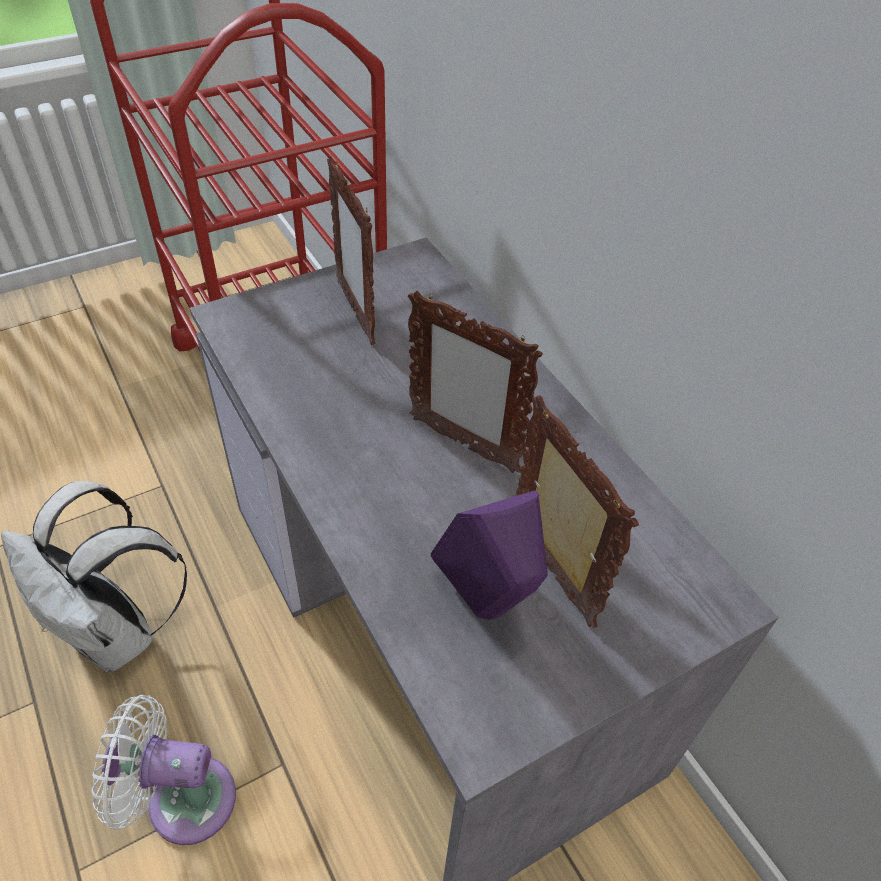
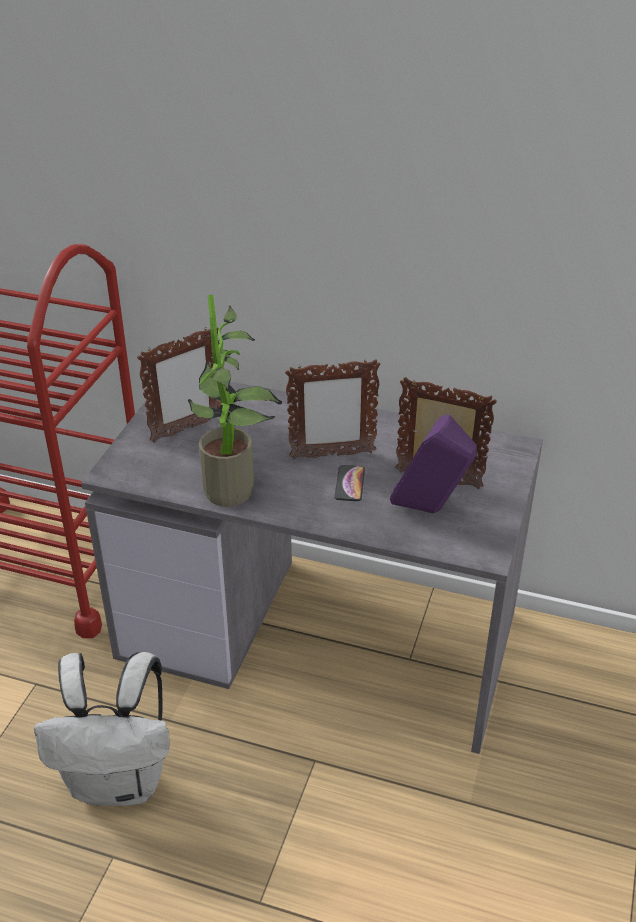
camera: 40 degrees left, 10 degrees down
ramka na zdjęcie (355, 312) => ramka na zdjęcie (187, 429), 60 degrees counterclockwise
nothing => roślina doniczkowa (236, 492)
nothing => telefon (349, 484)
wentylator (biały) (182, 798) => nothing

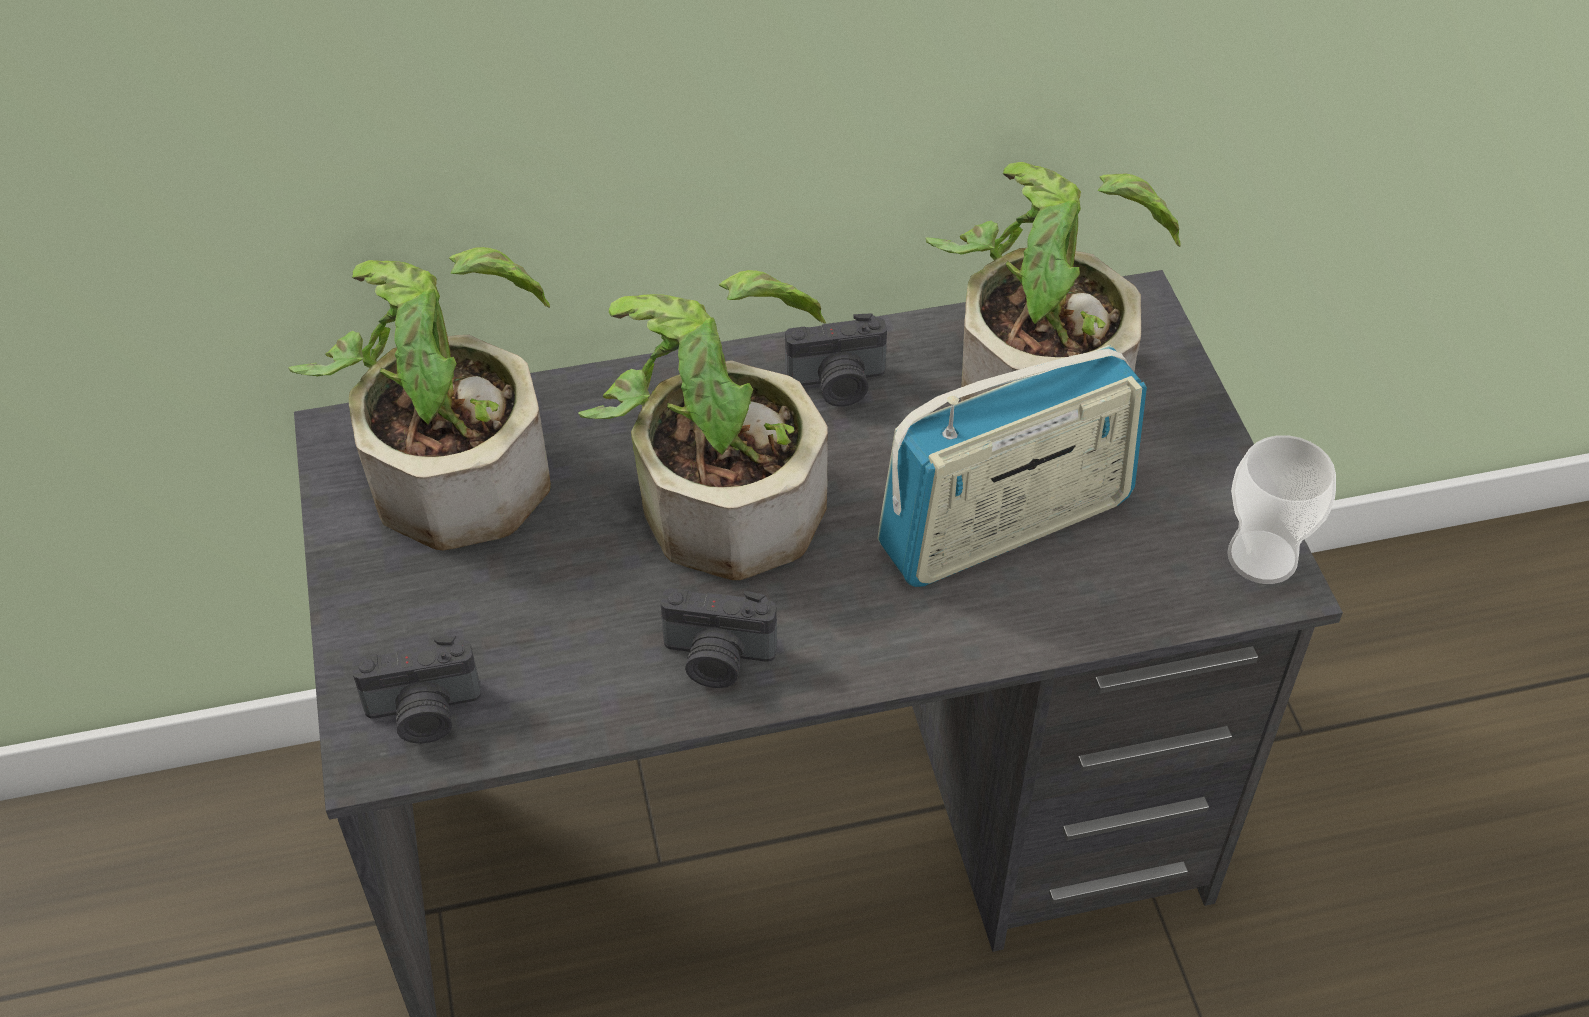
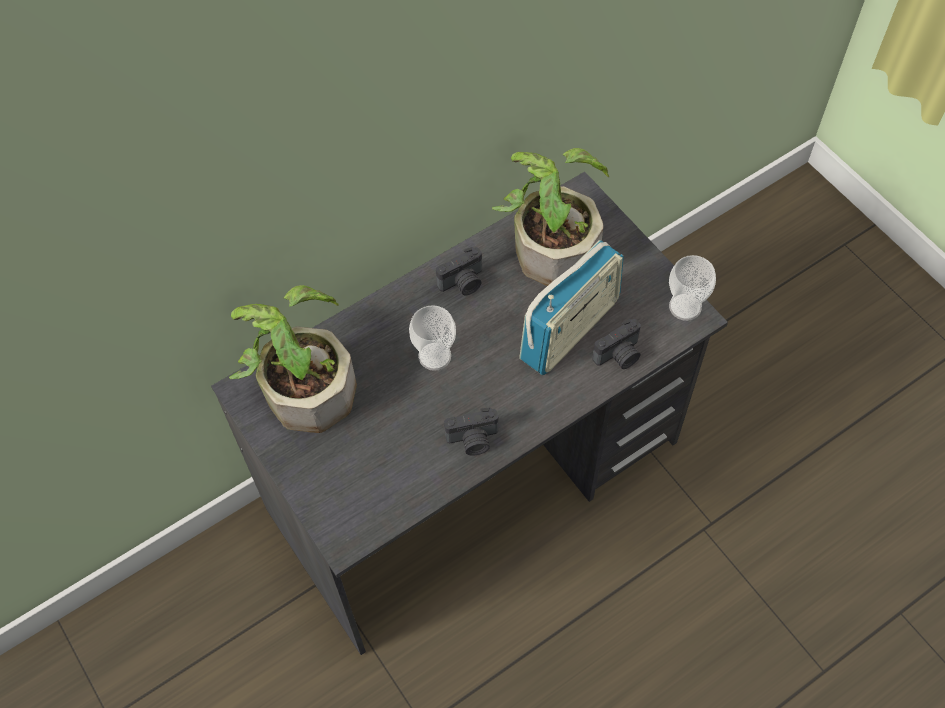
camera: 20 degrees left, 10 degrees up
roślina doniczkowa (720, 489) => filiżanka (434, 356)
aparat fotograficzny (424, 713) => aparat fotograficzny (619, 355), relocated

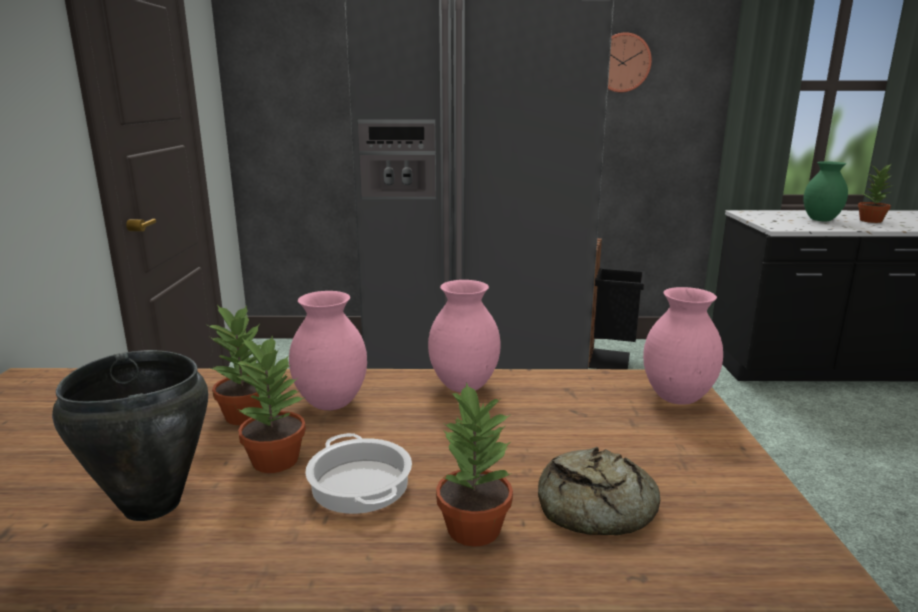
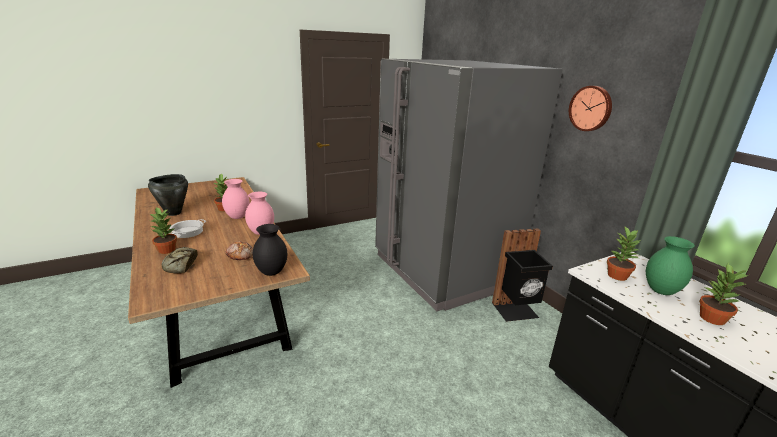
camera: 60 degrees right, 5 degrees up
nothing => chleb (240, 255)
wazon (różowy) (675, 398) => wazon (czarny) (271, 272)
roślina doniczkowa (275, 459) => roślina doniczkowa (617, 275), relocated

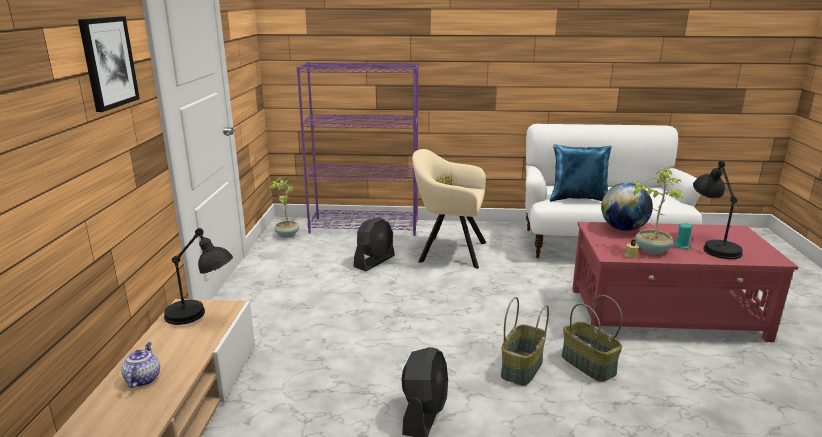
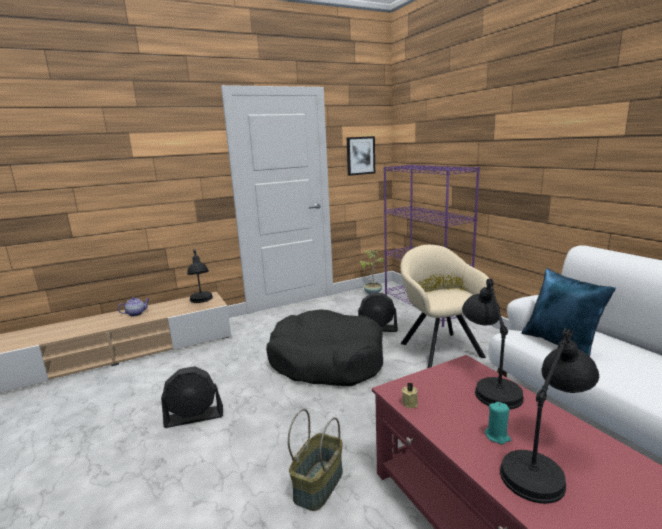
camera: 60 degrees right, 5 degrees down
nothing => legowisko (czarny) (326, 361)
obraz (108, 62) => obraz (360, 155), relocated
globus (623, 229) => lampa stołowa (czarny) (488, 384)
koszyk (522, 369) => nothing
roślina doniczkowa (651, 249) => nothing

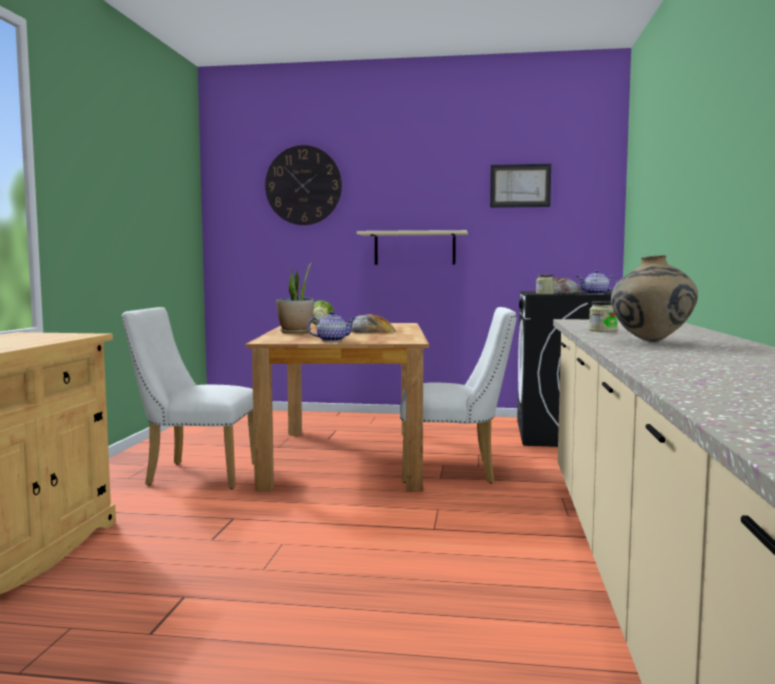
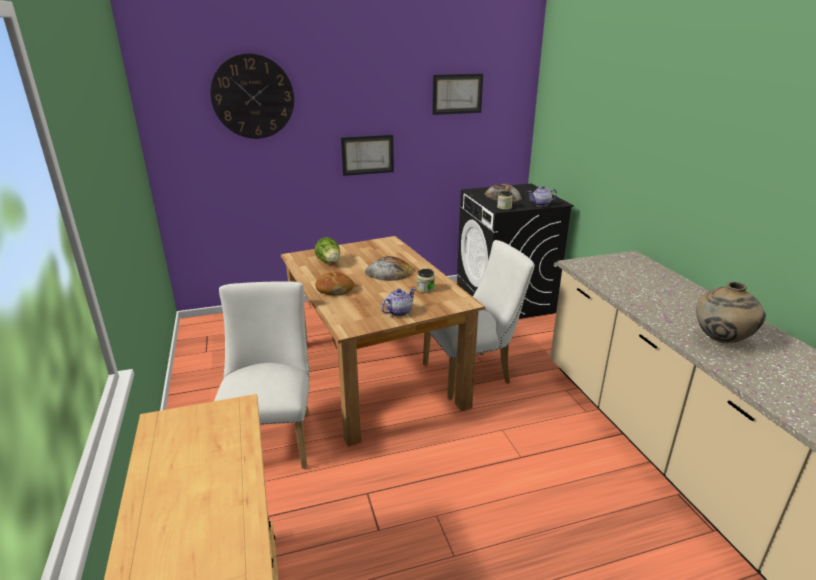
camera: 25 degrees left, 20 degrees up
krzesło (biały) (194, 474) => krzesło (biały) (273, 436), 105 degrees clockwise
roślina doniczkowa (295, 332) => chleb (334, 289)
półka (beżowy) (414, 248) => obraz (367, 155)
słoik (603, 330) => słoik (425, 289), relocated

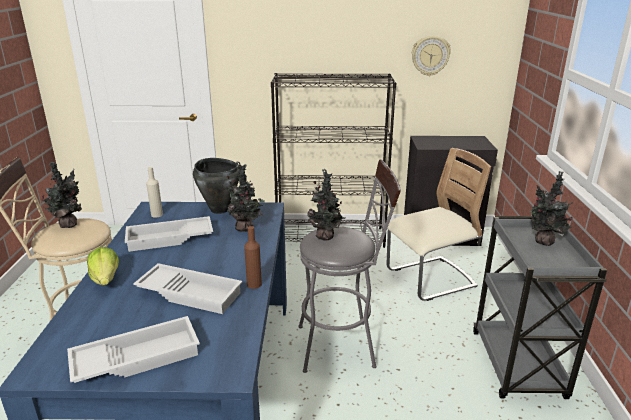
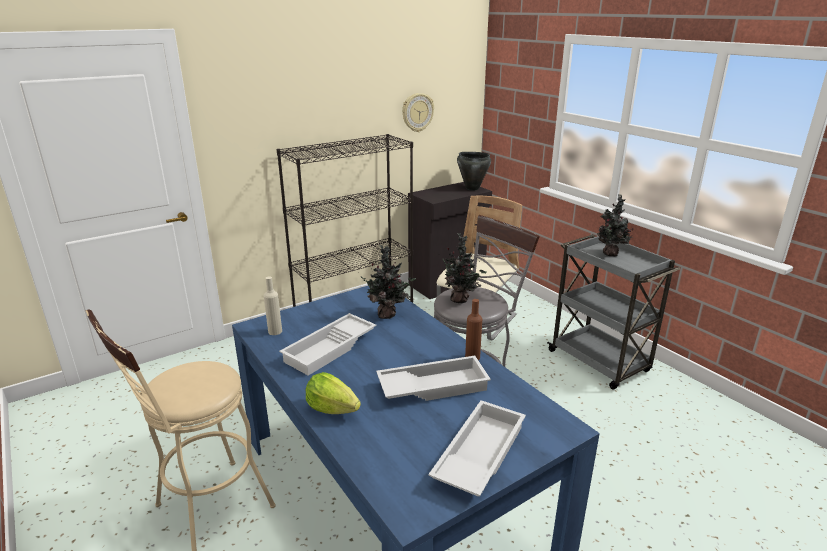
camera: 35 degrees left, 0 degrees up
garnek (czarny) (219, 209) => garnek (czarny) (472, 188), relocated
roślina doniczkowa (69, 224) => nothing

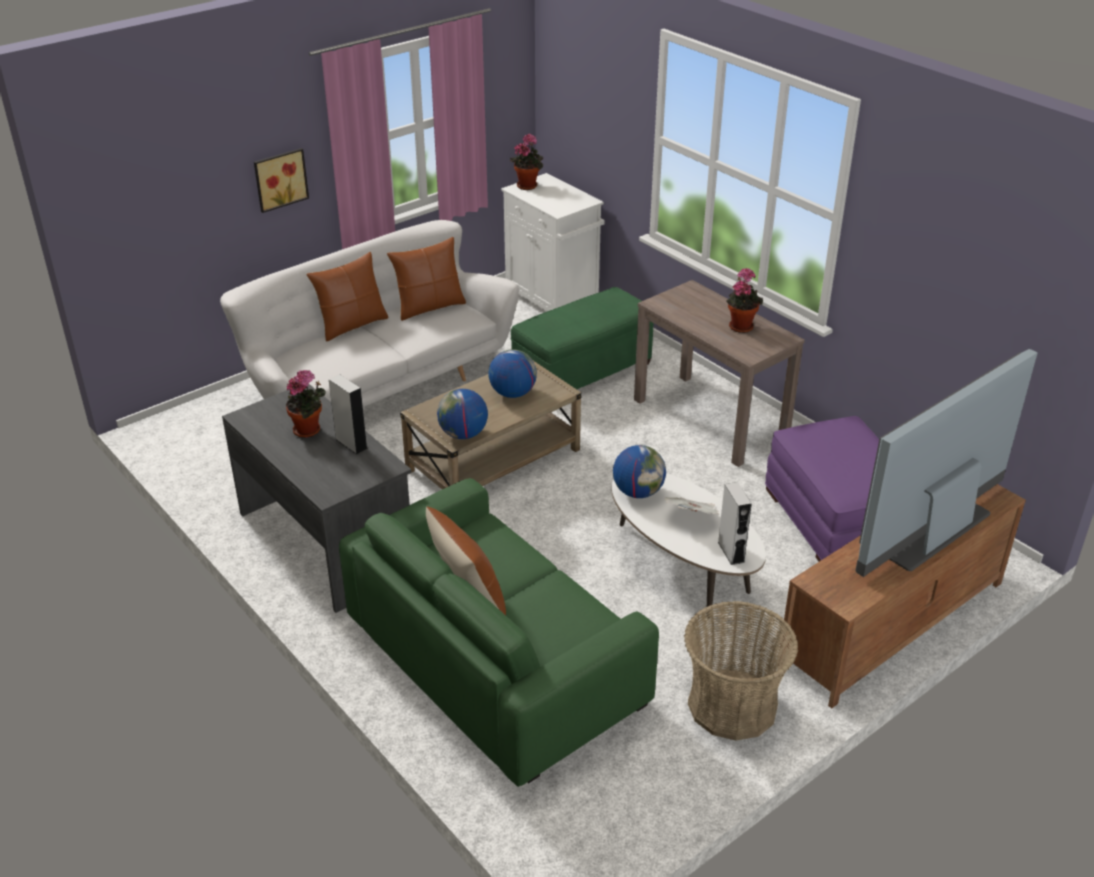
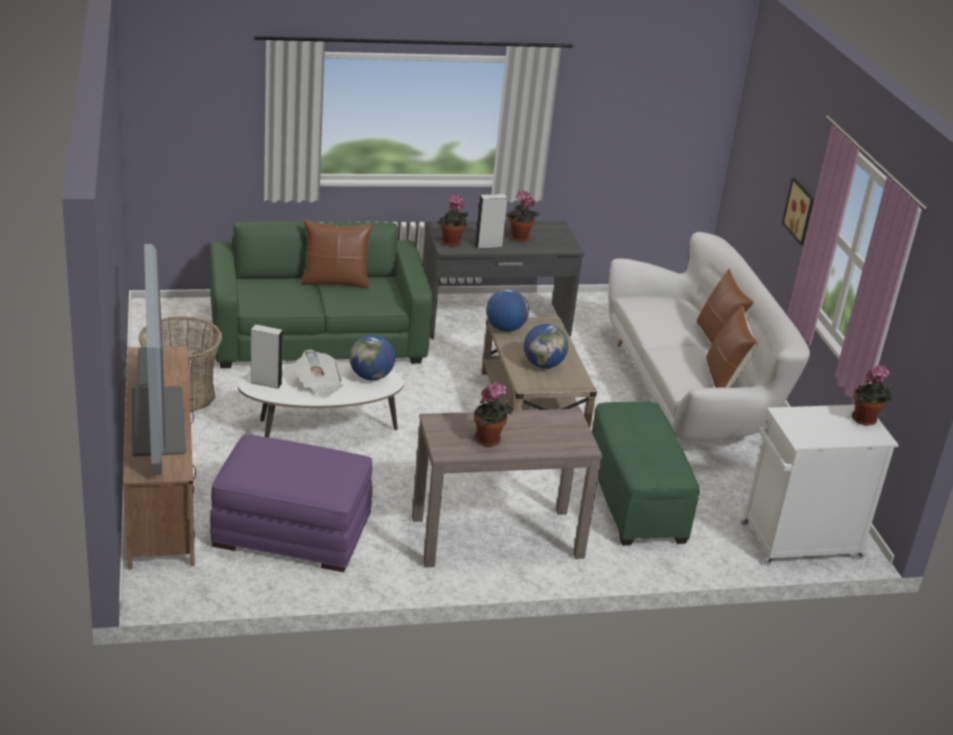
camera: 115 degrees right, 5 degrees down
nothing => roślina doniczkowa (451, 243)

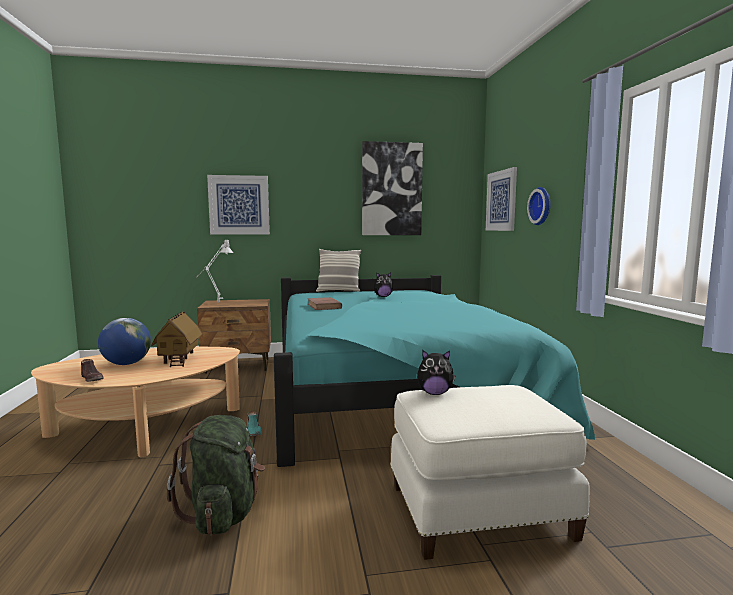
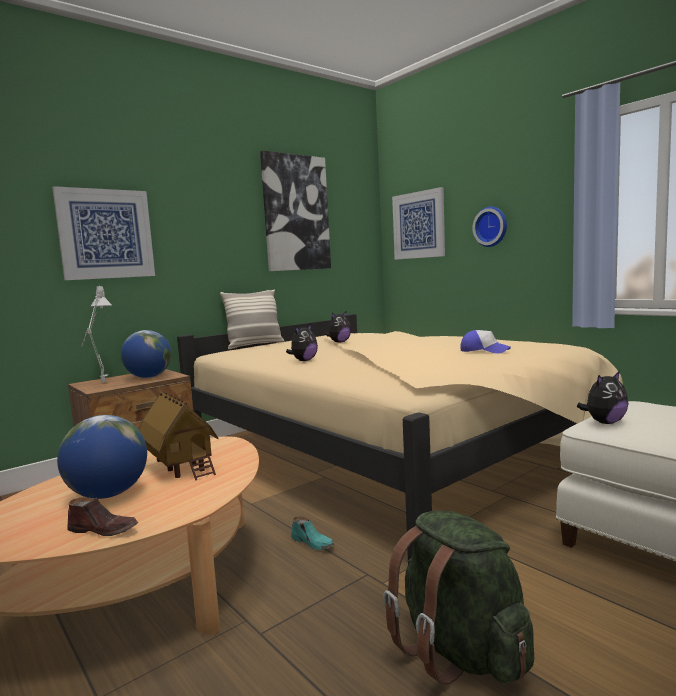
camera: 30 degrees left, 0 degrees up
nothing => globus (149, 377)
łóżko (turkusowy) (394, 392) => łóżko (beżowy) (390, 453)
książka (brązowy) (324, 306) => pluszak (304, 361)
nothing => czapka z daszkiem (484, 351)

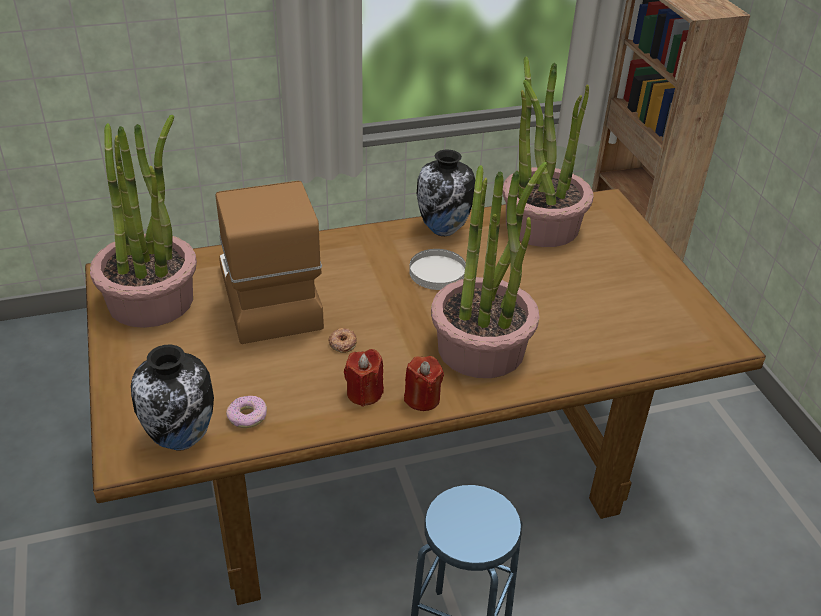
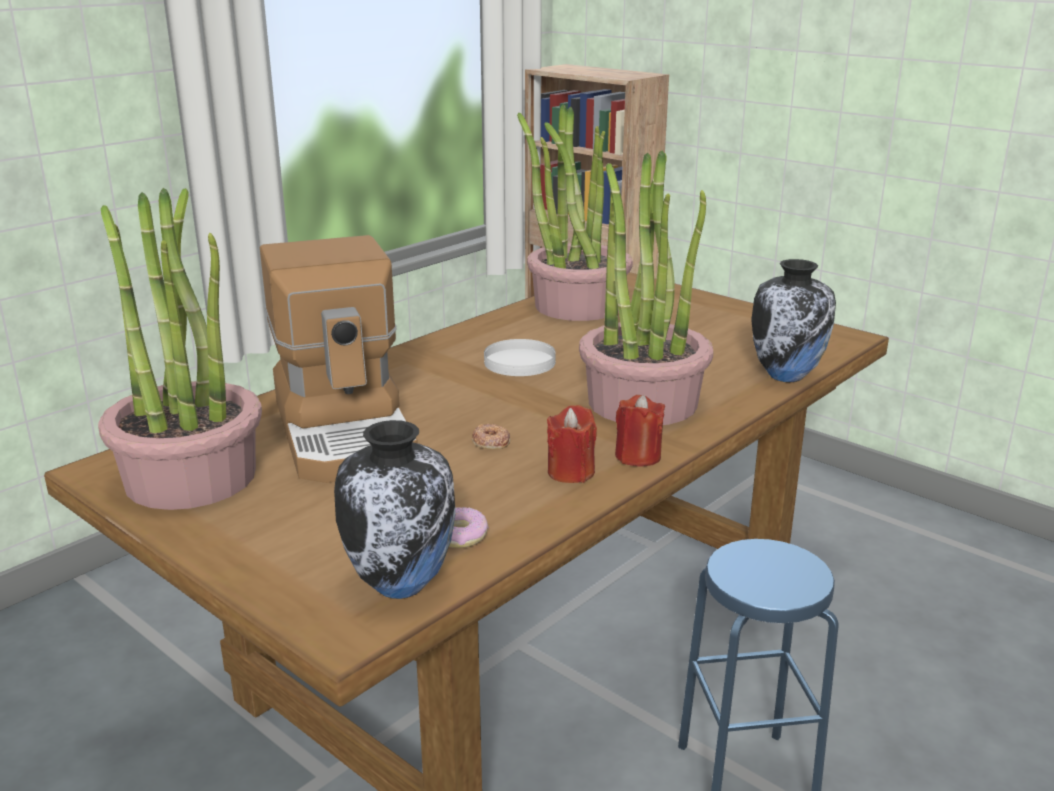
camera: 30 degrees left, 15 degrees down
ekspres do kawy (267, 296) => ekspres do kawy (347, 431), 150 degrees counterclockwise
wazon (443, 230) => wazon (787, 376), relocated

